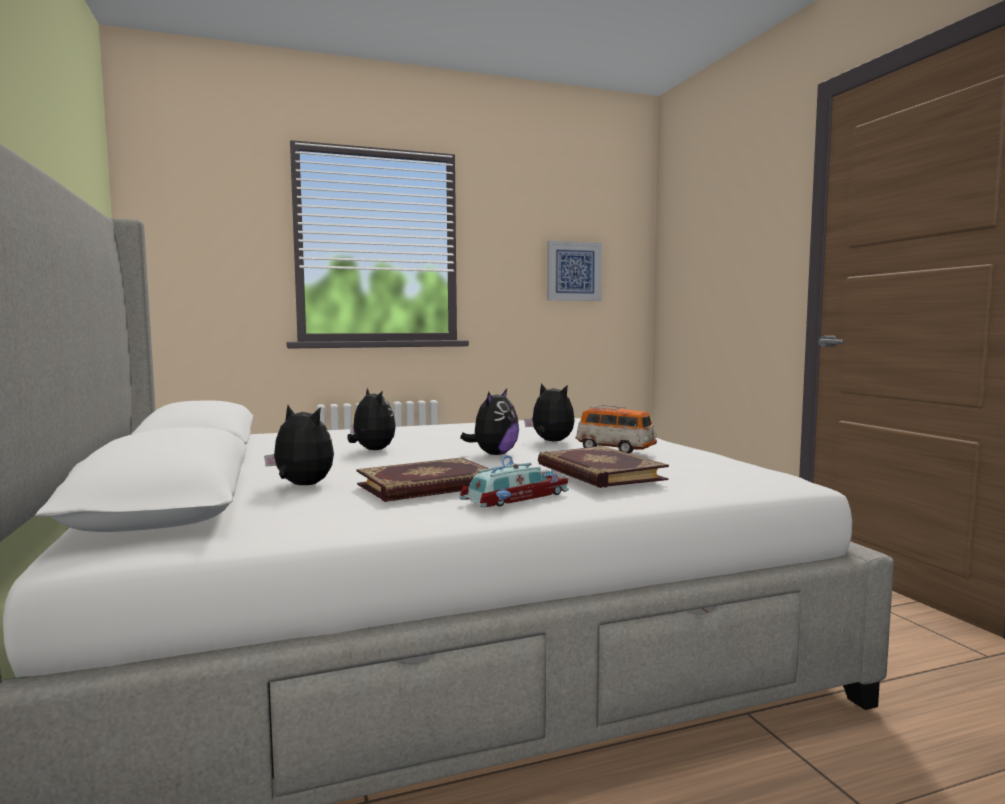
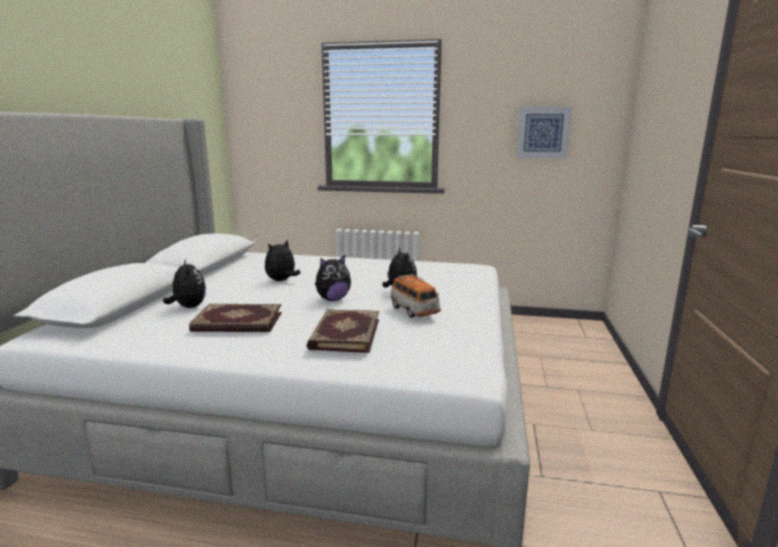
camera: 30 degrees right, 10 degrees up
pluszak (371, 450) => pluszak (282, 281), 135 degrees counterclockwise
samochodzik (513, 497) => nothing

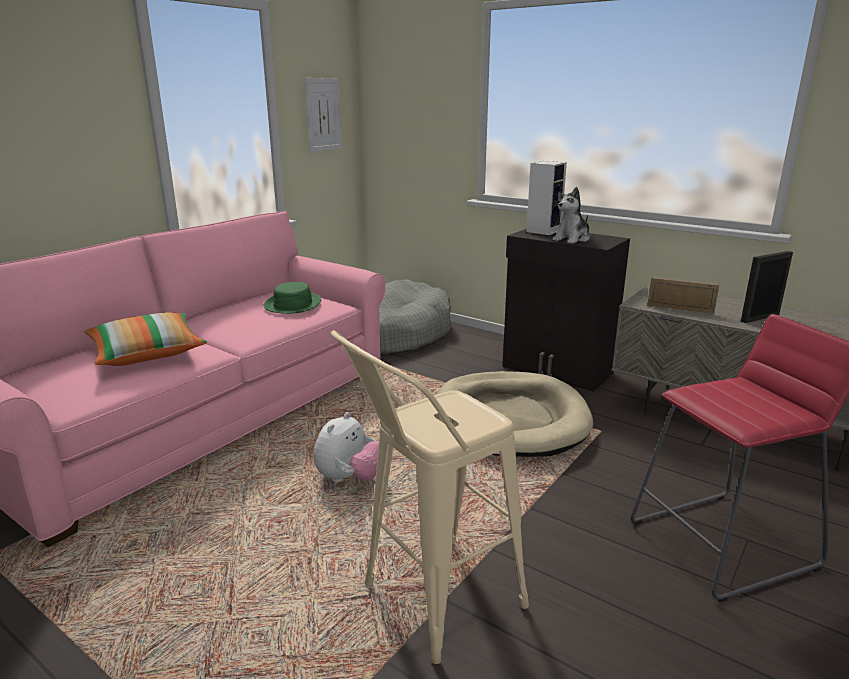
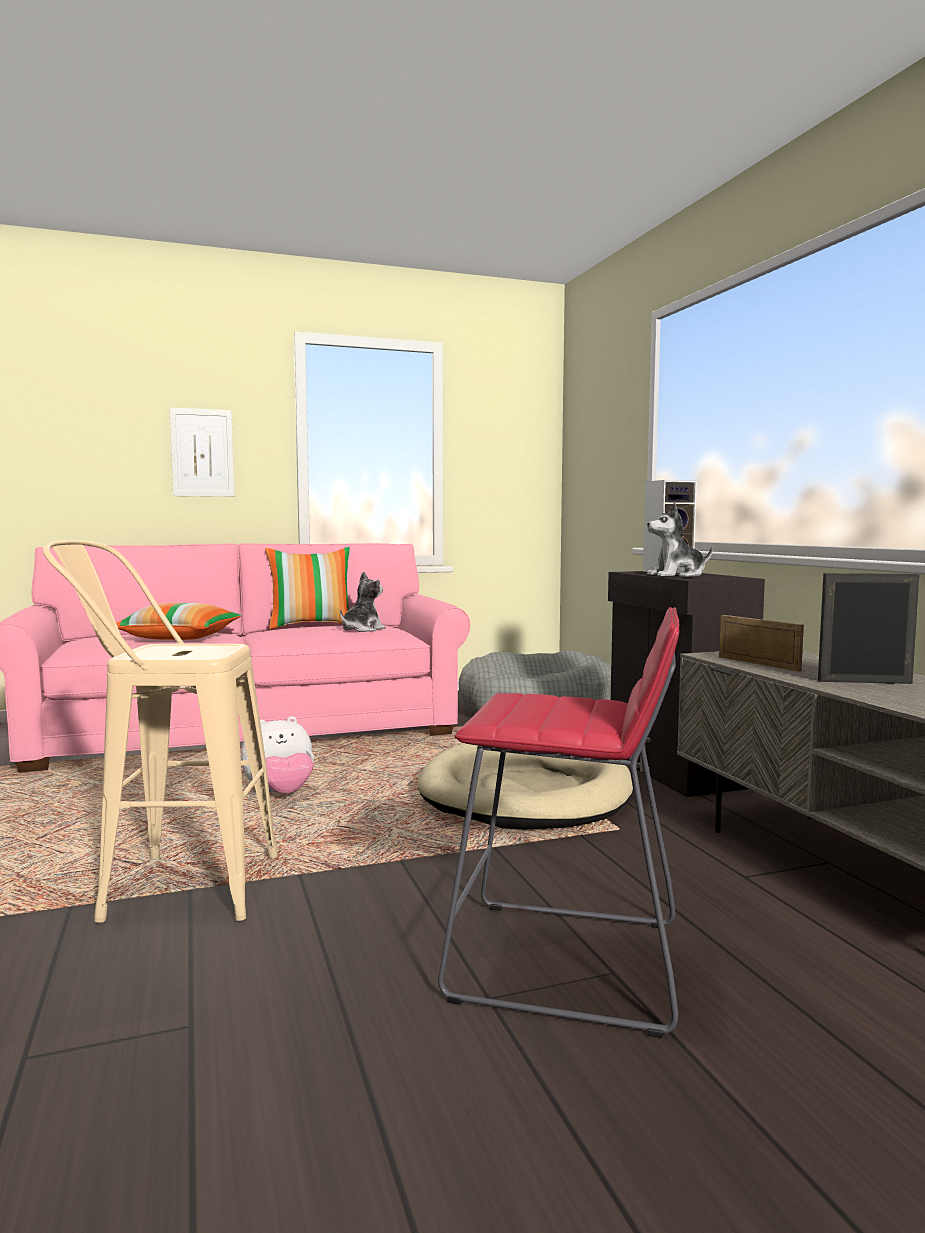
camera: 35 degrees right, 15 degrees down
obraz (323, 115) => obraz (202, 453), relocated
nothing => poduszka (311, 625)
kapelusz (zielony) (292, 304) => pluszak (362, 630)

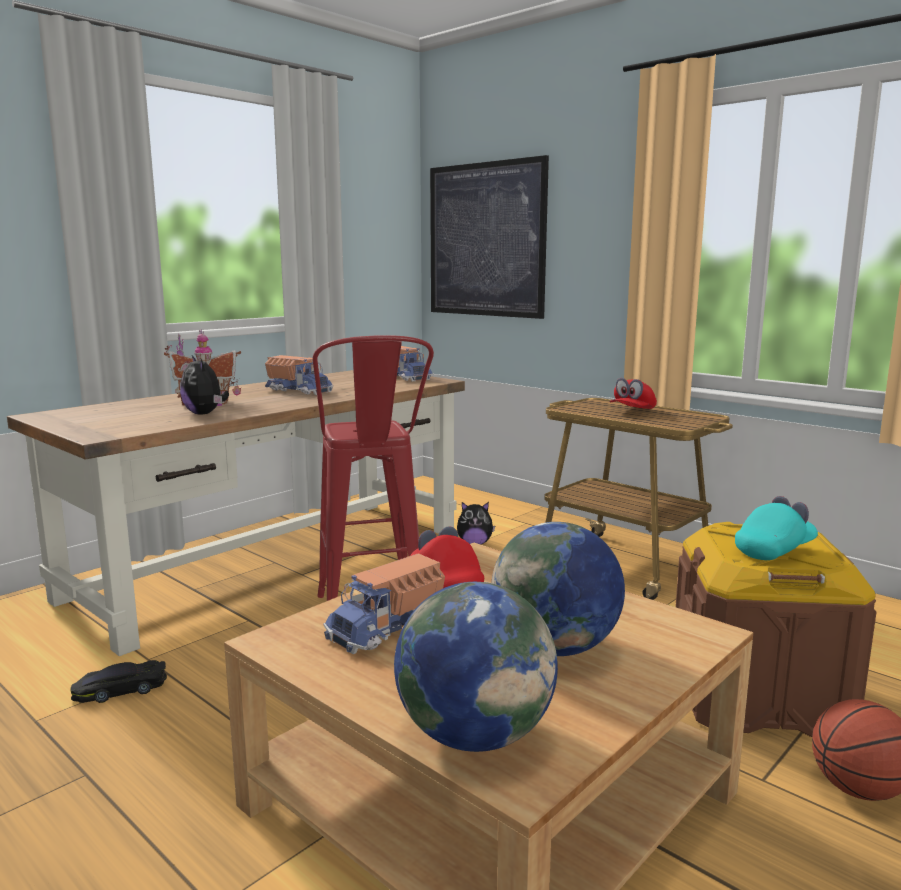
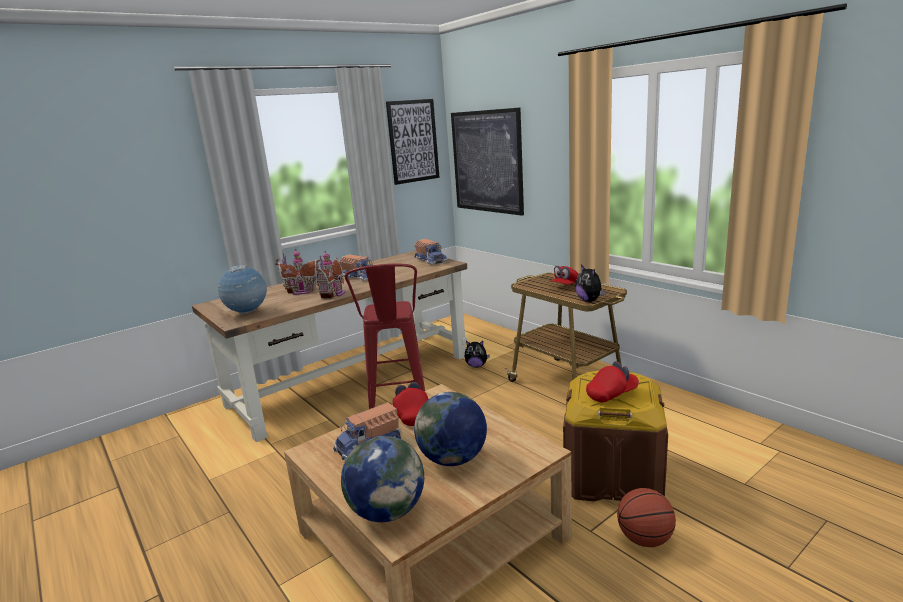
camera: 10 degrees right, 5 degrees up
nothing => globus (247, 313)
nothing => domek (334, 294)
nothing => obraz (413, 141)
pluszak (205, 414) => pluszak (589, 300), relocated
czapka z daszkiem (turkusowy) (774, 550) => czapka z daszkiem (czerwony) (612, 394)
samochodzik (czarny) (120, 689) => nothing

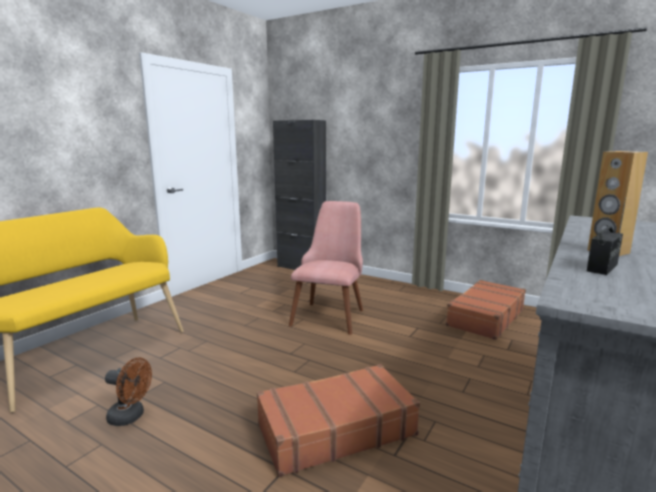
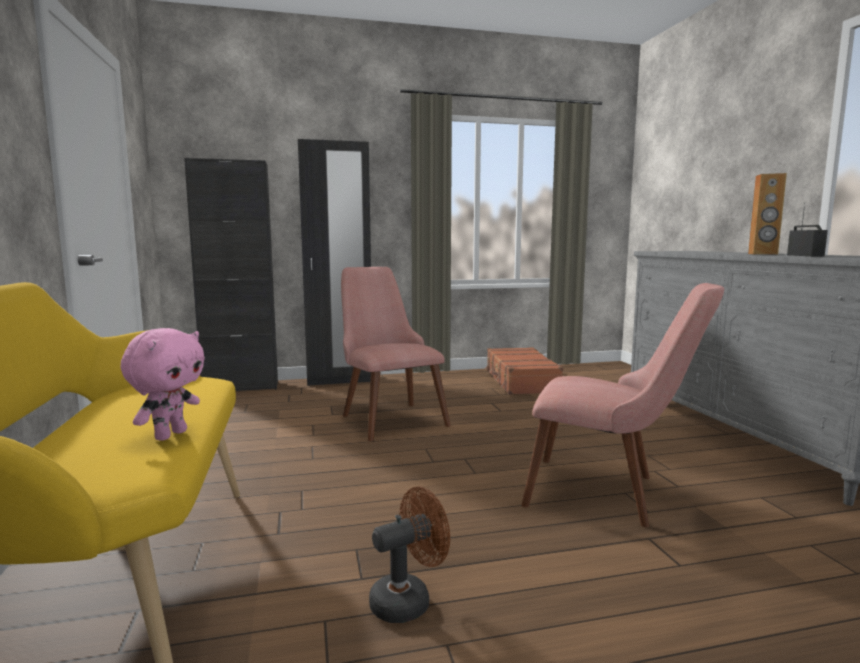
camera: 45 degrees left, 5 degrees down
nothing => pluszak (różowy) (170, 435)
nothing => szafa (czarny) (339, 380)
walizka (brązowy) (335, 429) => krzesło (różowy) (610, 493)

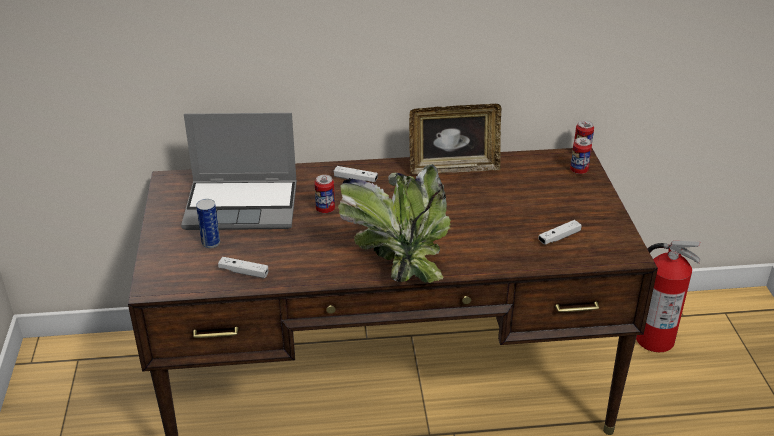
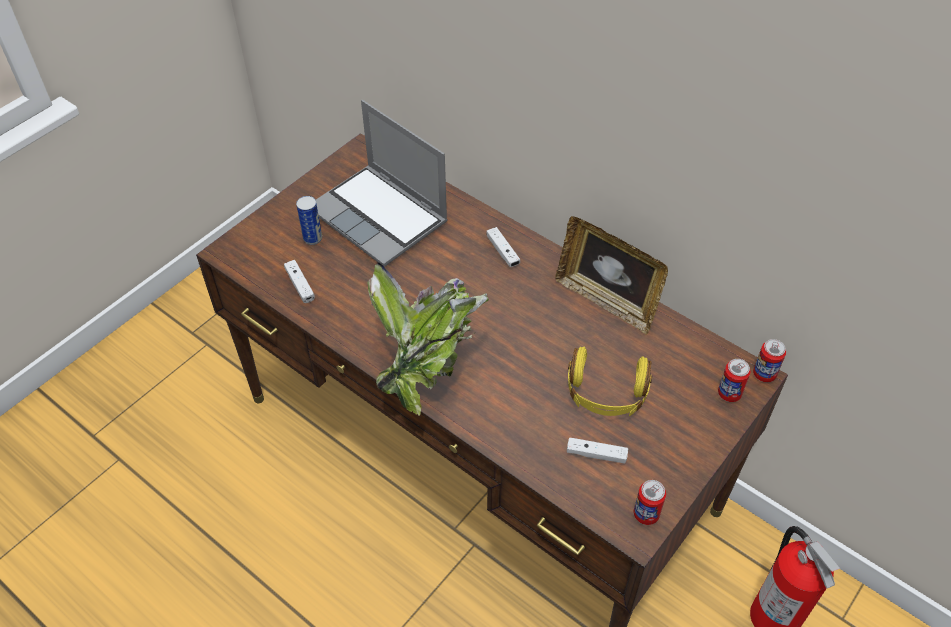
camera: 45 degrees right, 15 degrees up
nothing => słuchawki (żółty) (606, 393)
puszka (325, 209) => puszka (646, 514), relocated

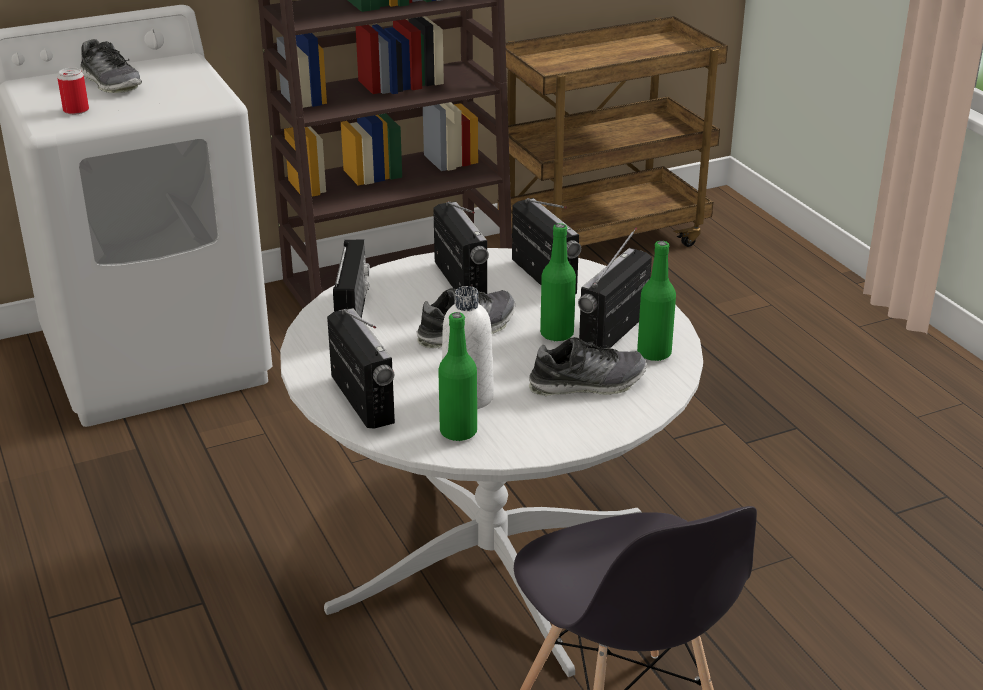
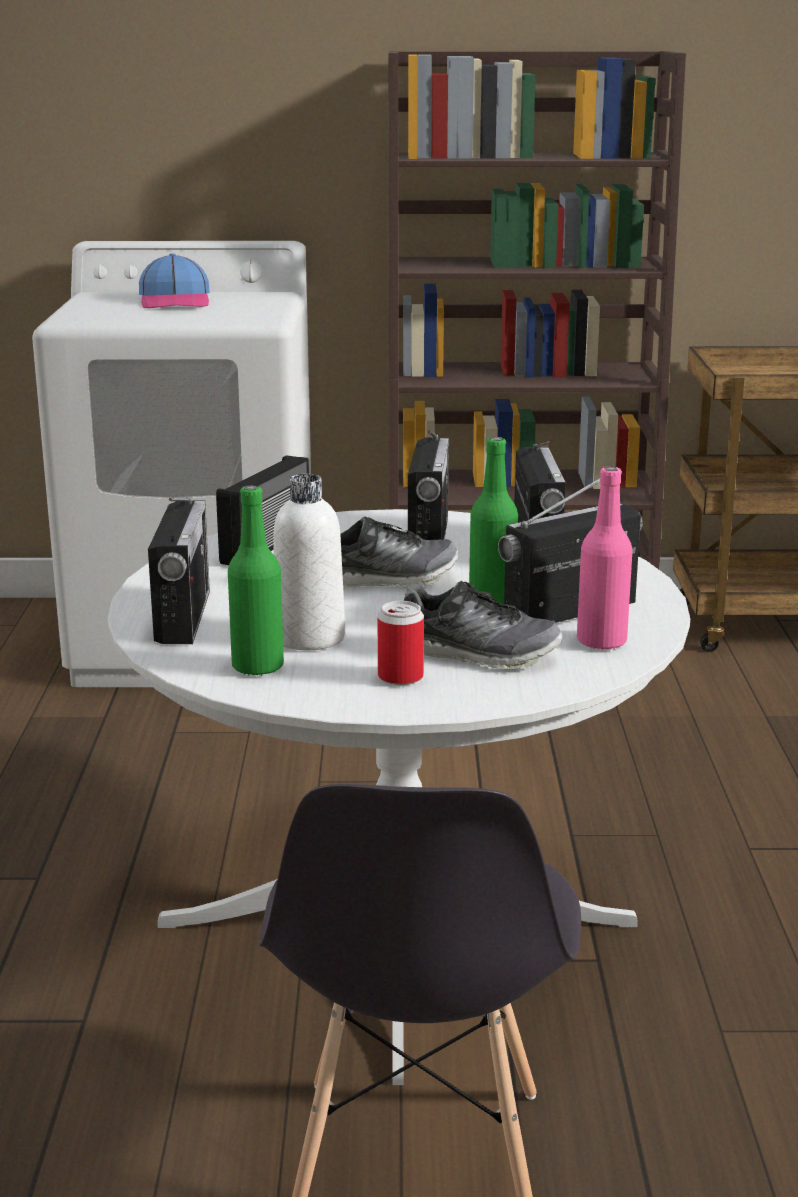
camera: 25 degrees right, 10 degrees down
but (111, 83) => czapka z daszkiem (175, 301)
puszka (76, 110) => puszka (400, 677), relocated
butelka (zielony) (654, 353) => butelka (różowy) (601, 642)

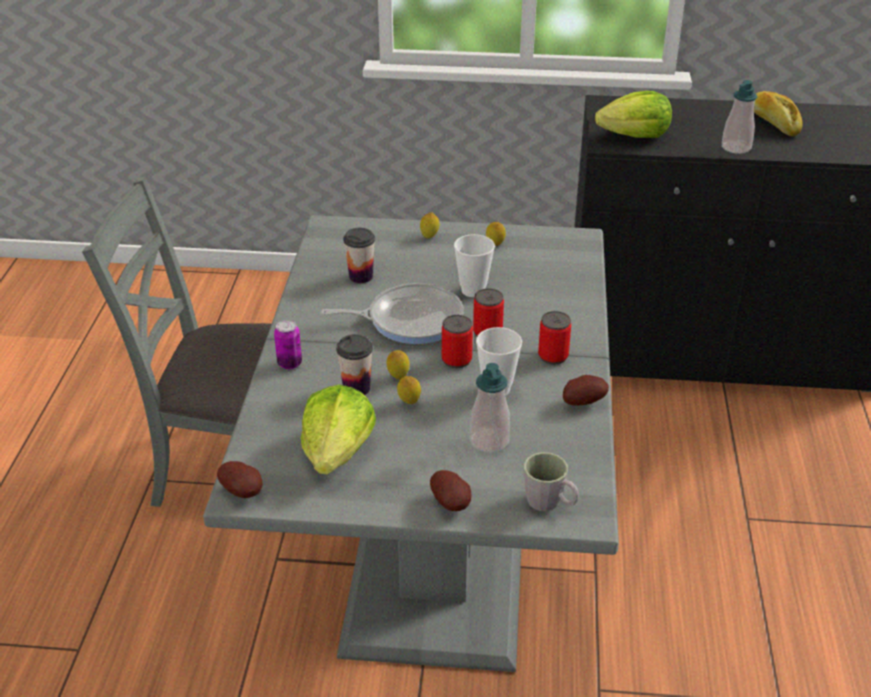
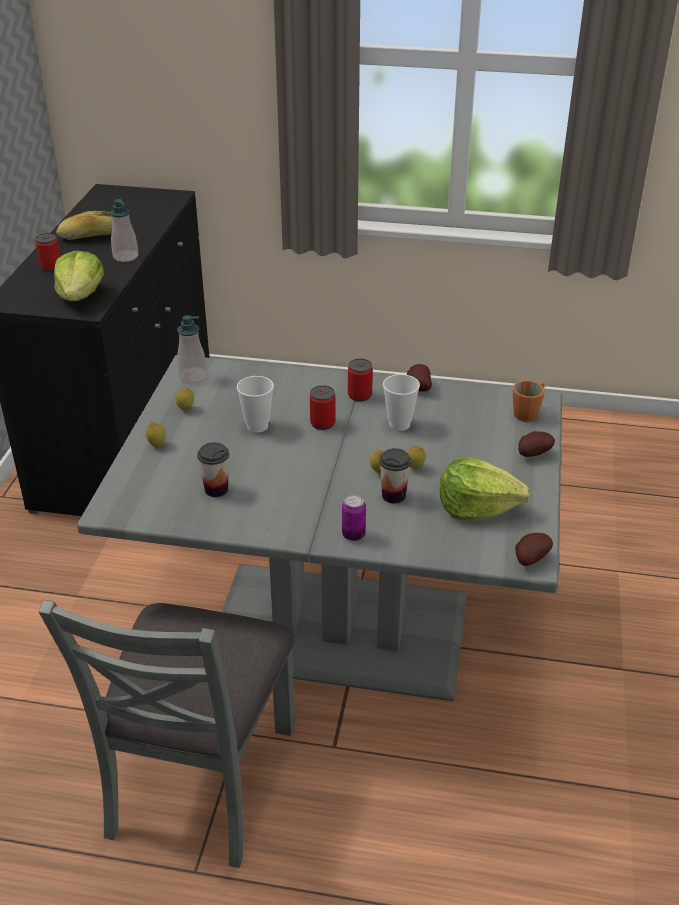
camera: 85 degrees left, 0 degrees up
puszka (456, 360) => puszka (51, 267), relocated
dozownik mydła (489, 440) => dozownik mydła (192, 376), relocated
kubek (szary) (550, 503) => kubek (pomarańczowy) (528, 412)
patelnia (409, 320) => nothing

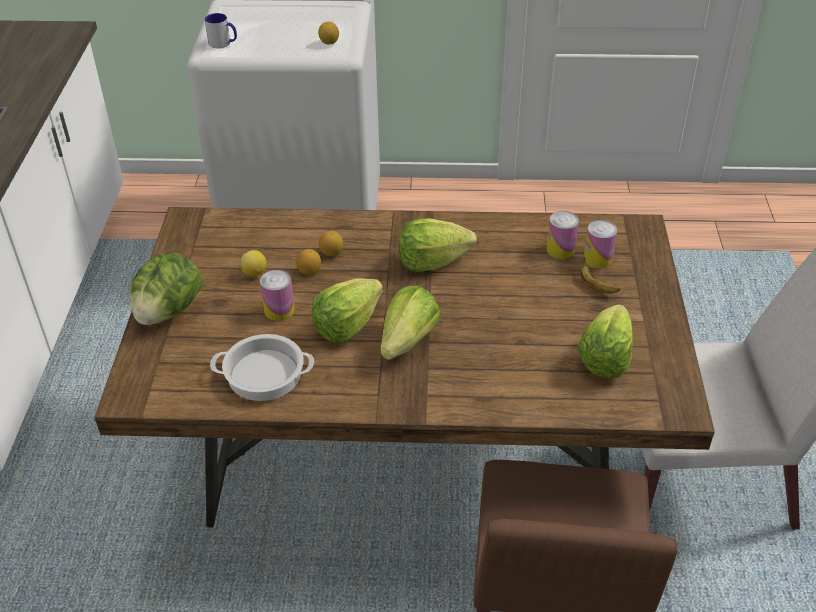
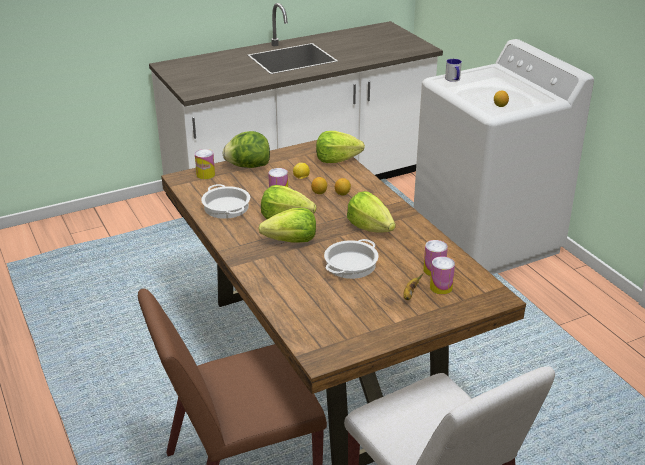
camera: 60 degrees right, 10 degrees down
nothing => puszka (205, 175)
sałata (605, 358) => sałata (336, 160), relocated
nothing => garnek (350, 264)

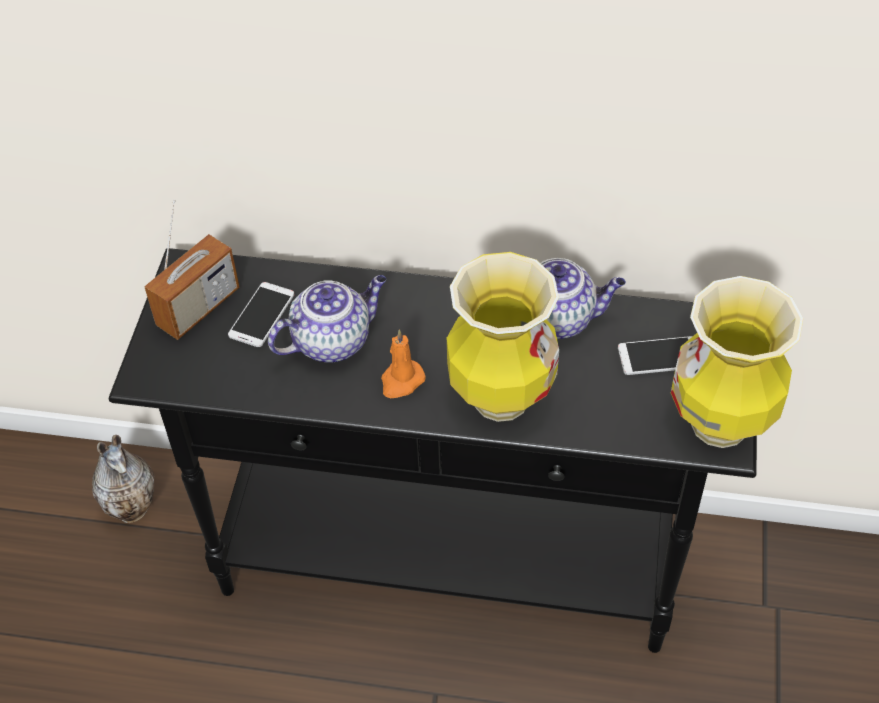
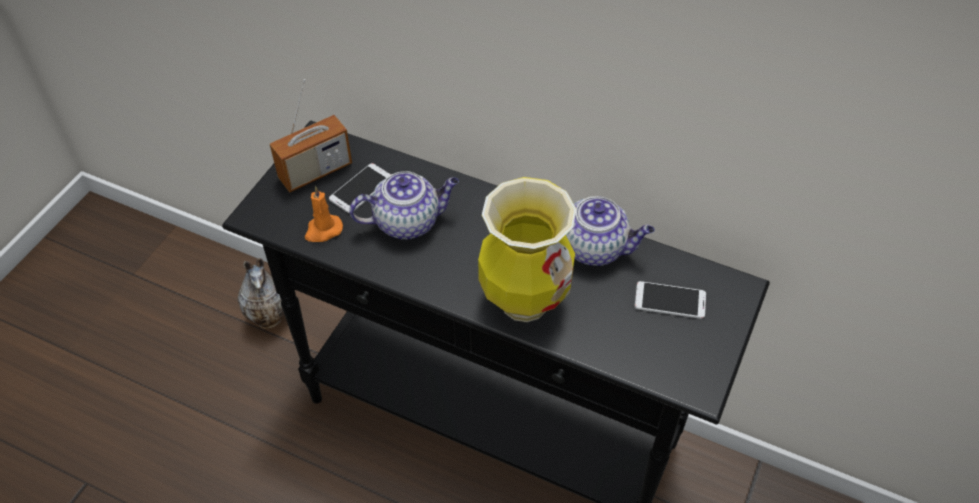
camera: 15 degrees right, 0 degrees up
świeca (pomarańczowy) (401, 381) => świeca (pomarańczowy) (323, 230), relocated
wazon (720, 424) => nothing

